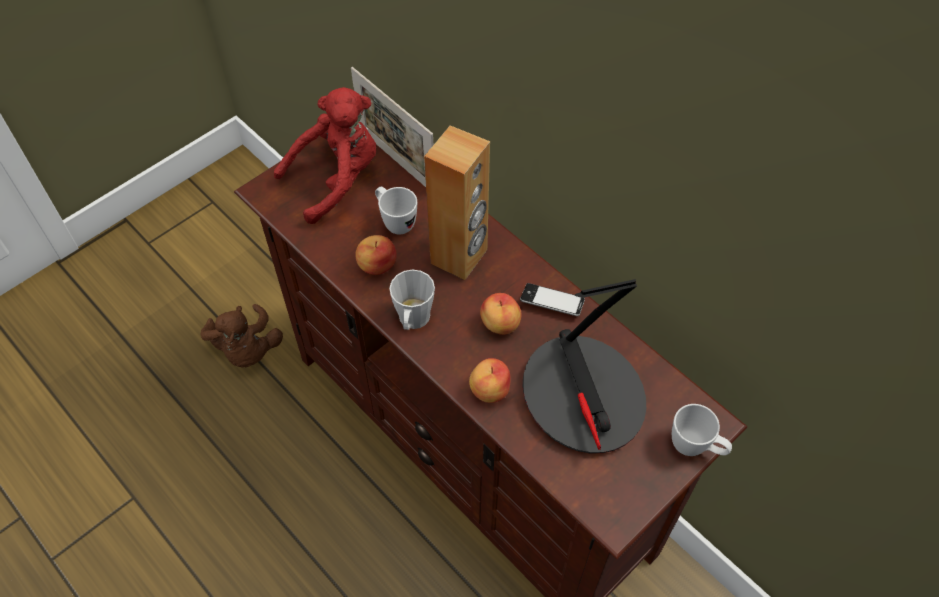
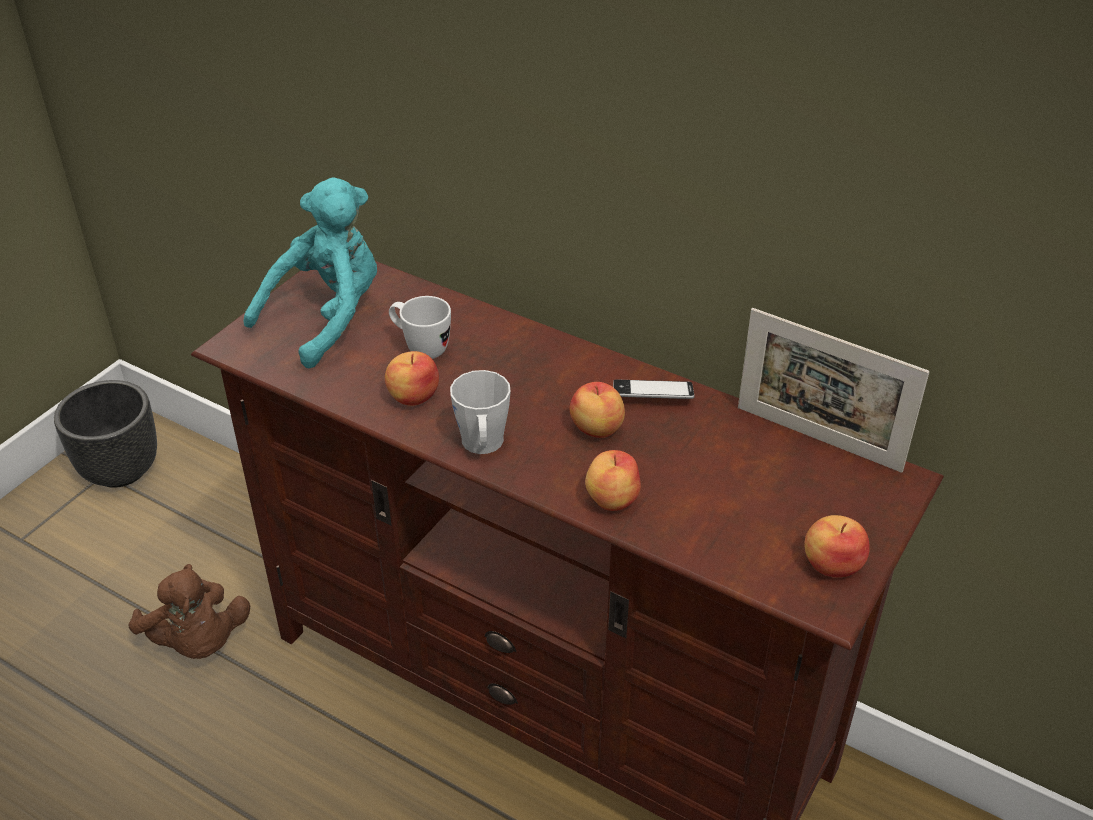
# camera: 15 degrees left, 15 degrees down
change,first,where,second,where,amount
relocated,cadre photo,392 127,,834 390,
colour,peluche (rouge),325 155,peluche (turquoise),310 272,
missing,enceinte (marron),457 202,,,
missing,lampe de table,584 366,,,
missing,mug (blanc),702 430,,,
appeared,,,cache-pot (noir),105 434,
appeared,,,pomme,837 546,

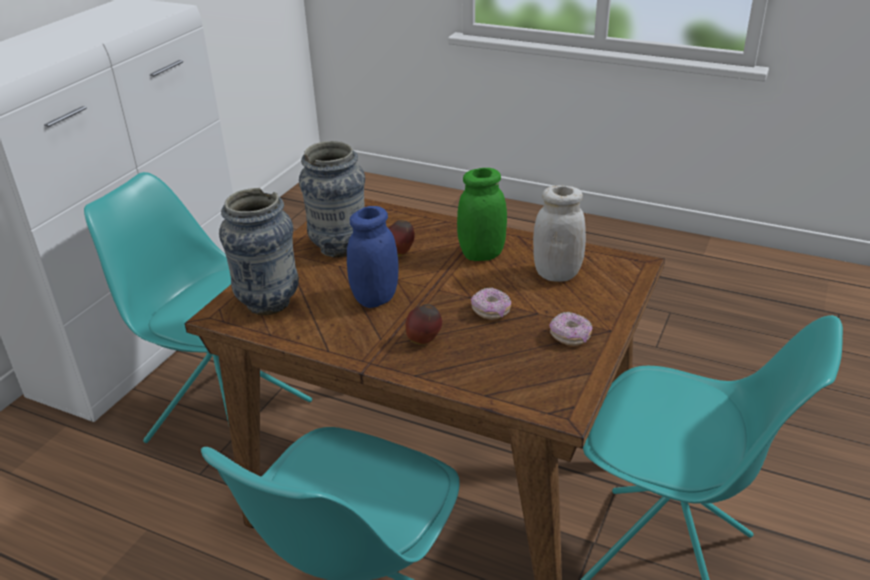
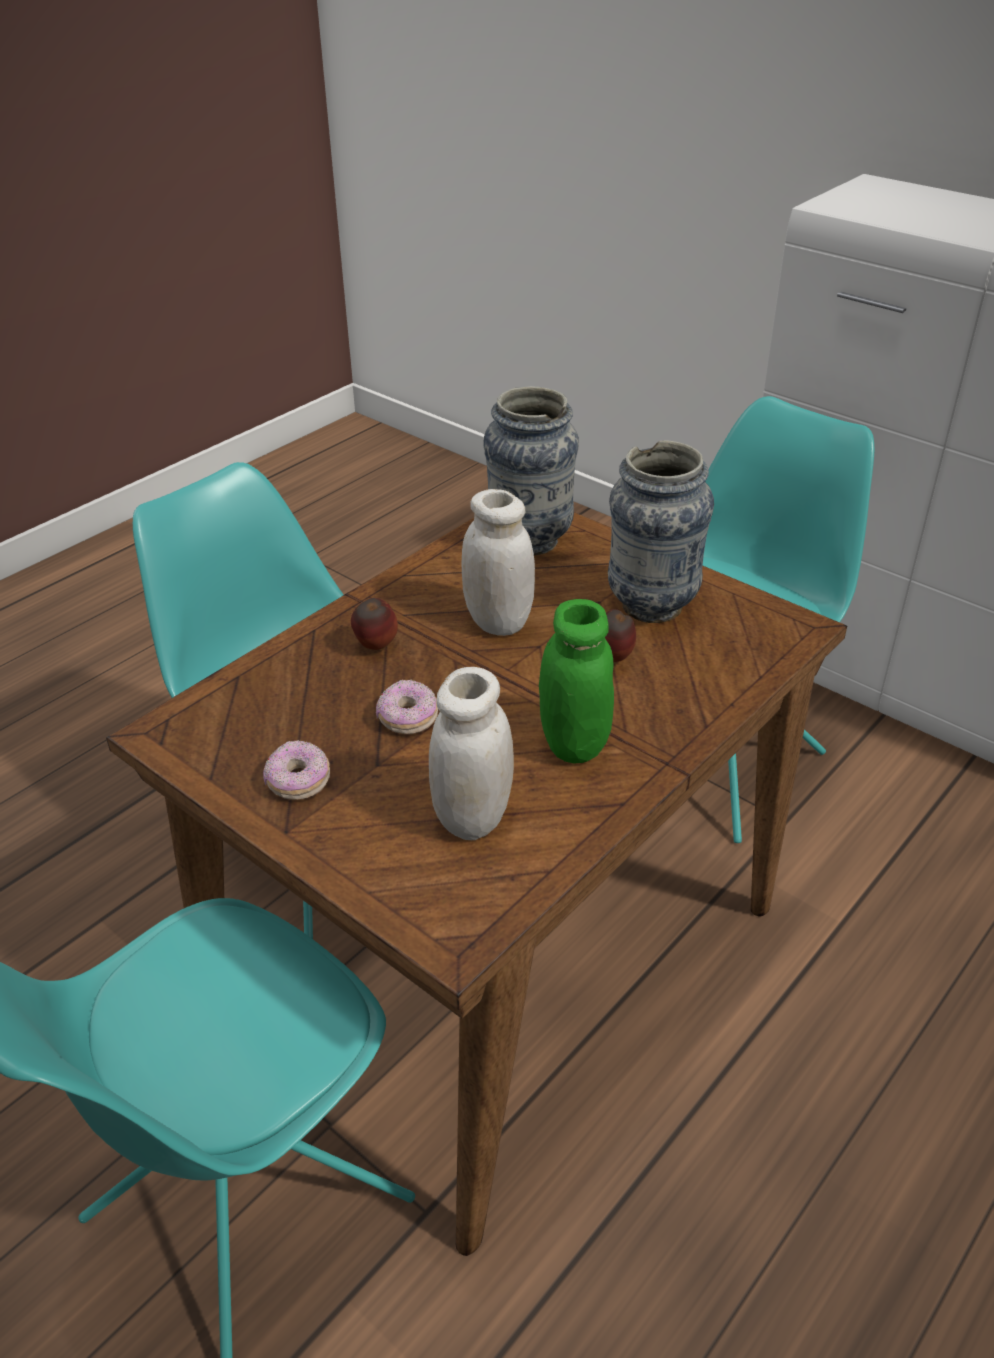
# camera: 105 degrees right, 5 degrees up
change,first,where,second,where,amount
colour,bocal (bleu),372 257,bocal (blanc),498 562,

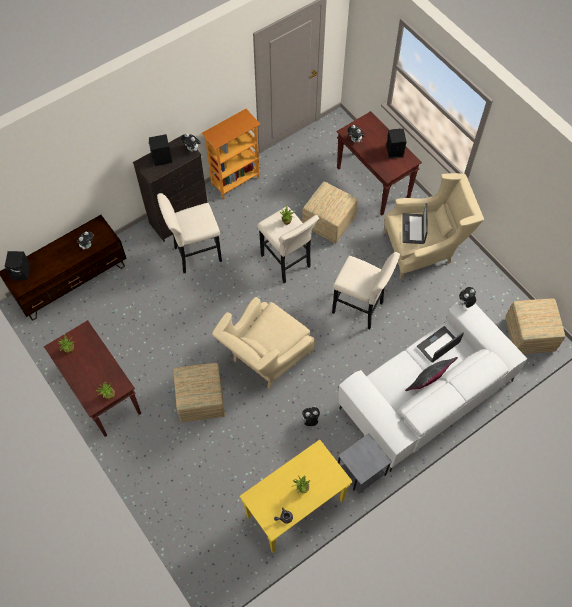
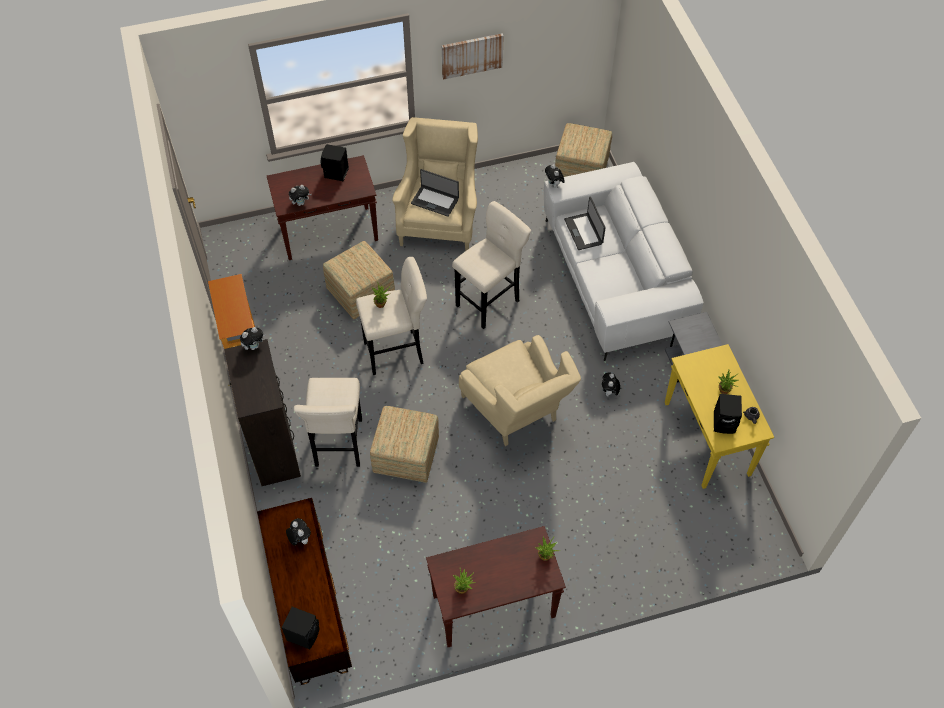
# camera: 70 degrees left, 5 degrees down
change,first,where,second,where,amount
relocated,enceinte (noir),160 150,,728 414,
missing,coussin (gris),431 374,,,
relocated,pouf,199 392,,404 444,
appeared,,,tableau,473 56,

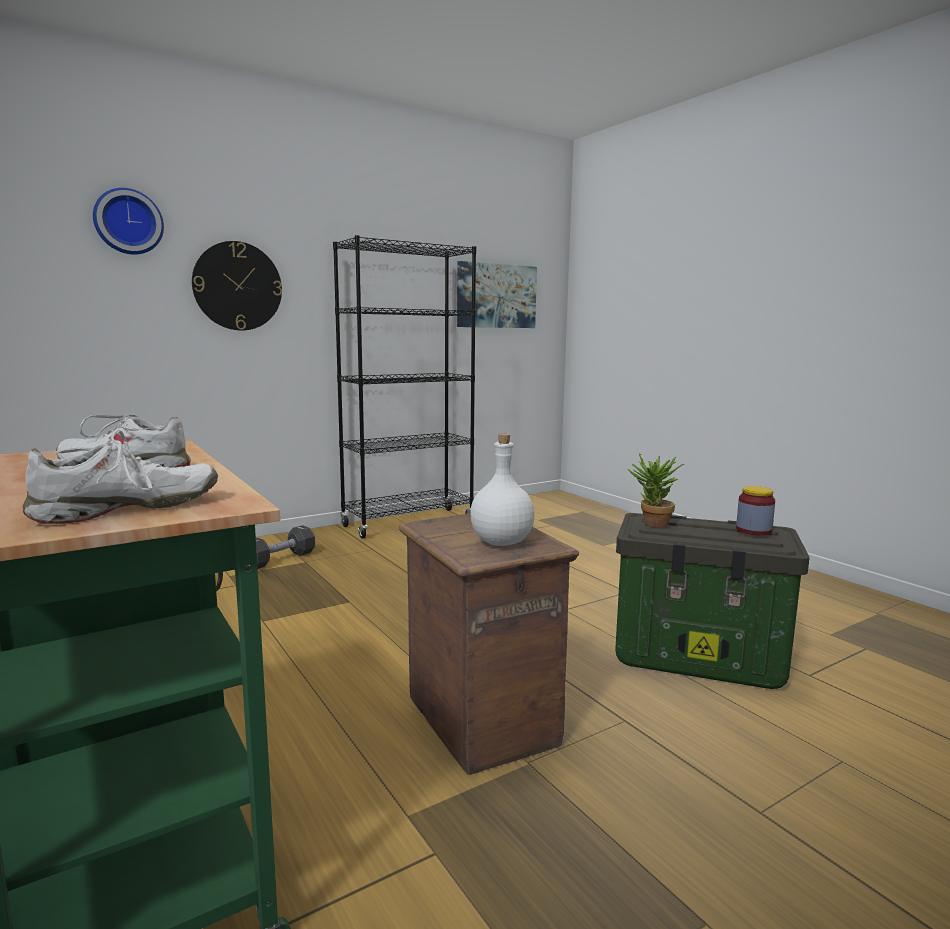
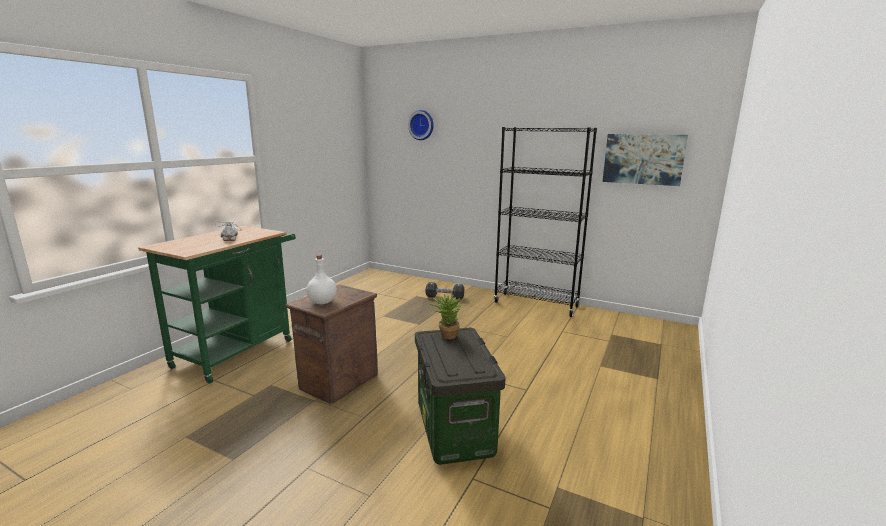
# camera: 60 degrees right, 5 degrees up
change,first,where,second,where,amount
missing,horloge murale,237 285,,,
missing,chaussure (blanc),120 477,,,
missing,bocal,755 510,,,

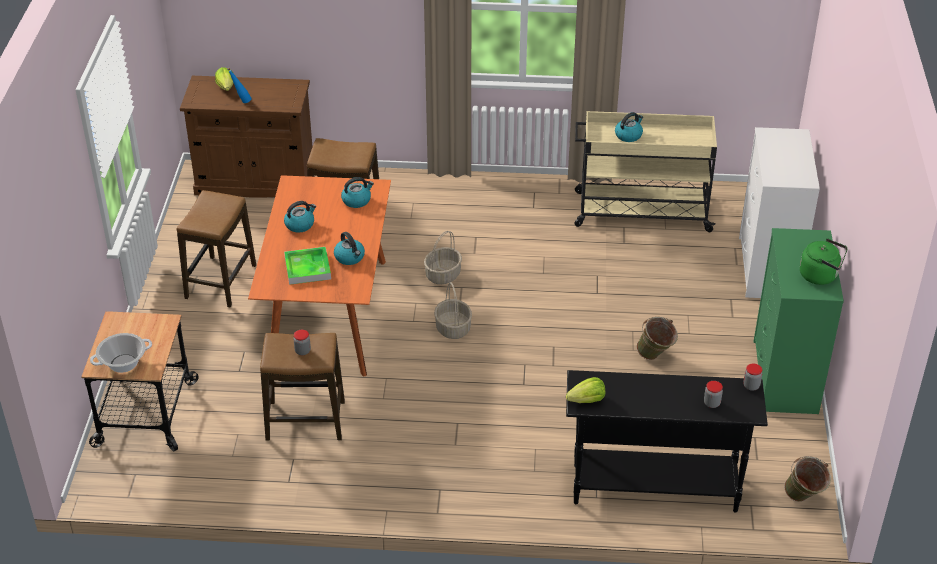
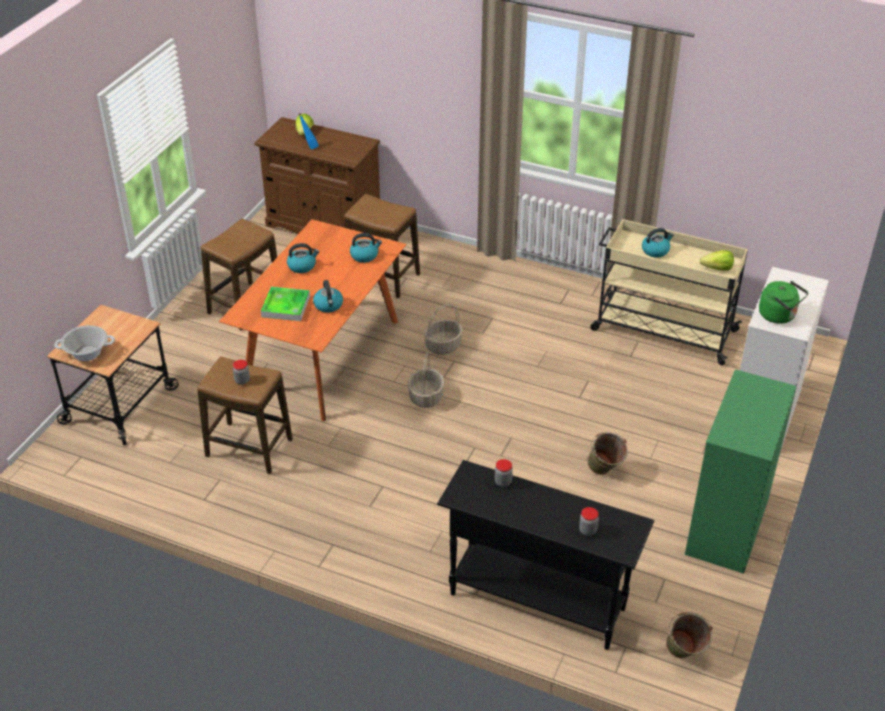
# camera: 20 degrees right, 0 degrees up
change,first,where,second,where,amount
relocated,bouilloire (vert),823 261,,783 302,
relocated,bocal,752 377,,504 473,
relocated,laitue,585 390,,717 260,

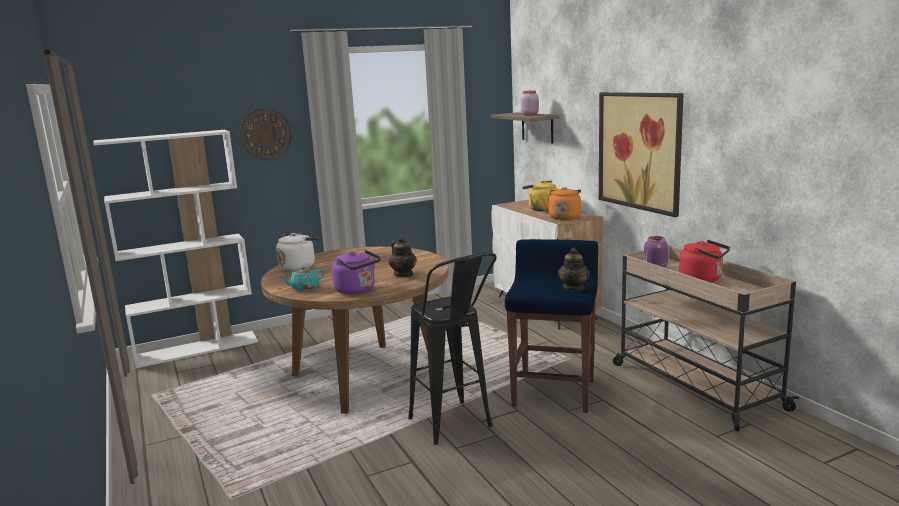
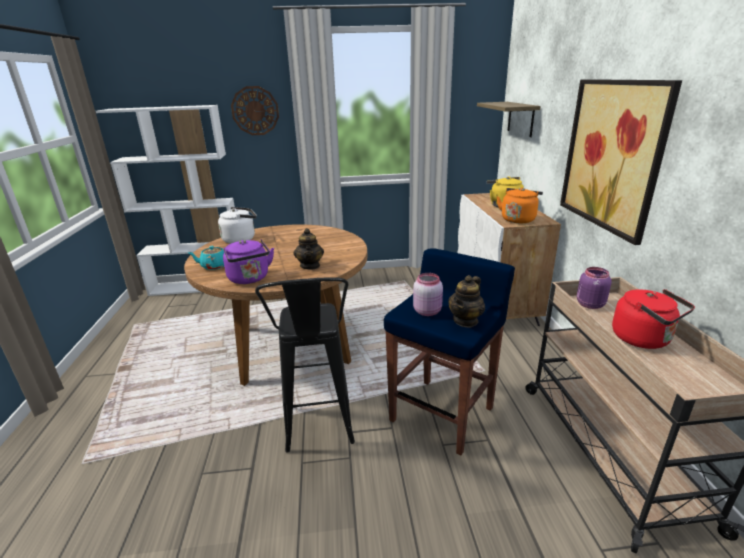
# camera: 20 degrees right, 10 degrees up
change,first,where,second,where,amount
relocated,bocal (rose),530 103,,428 294,

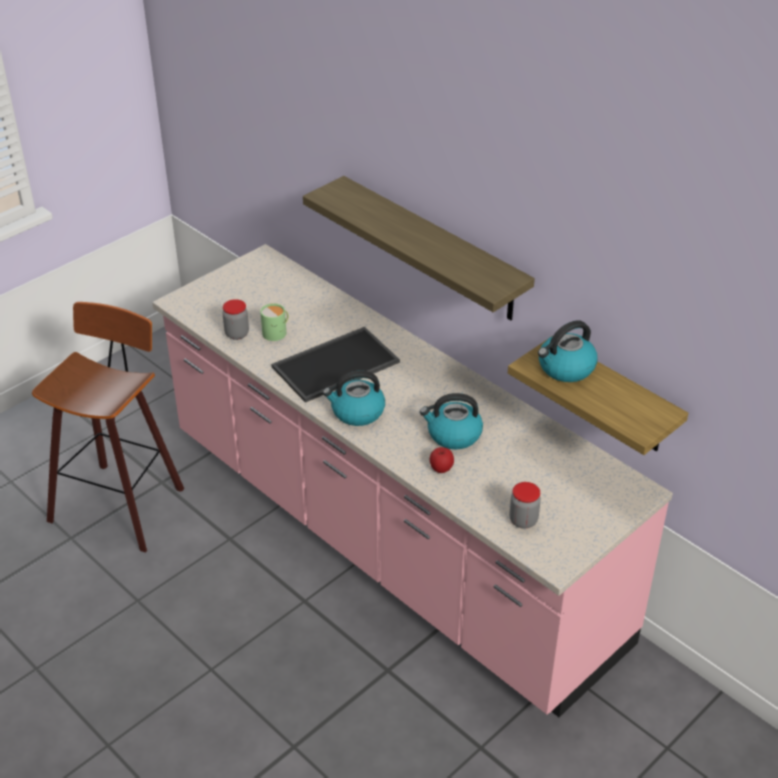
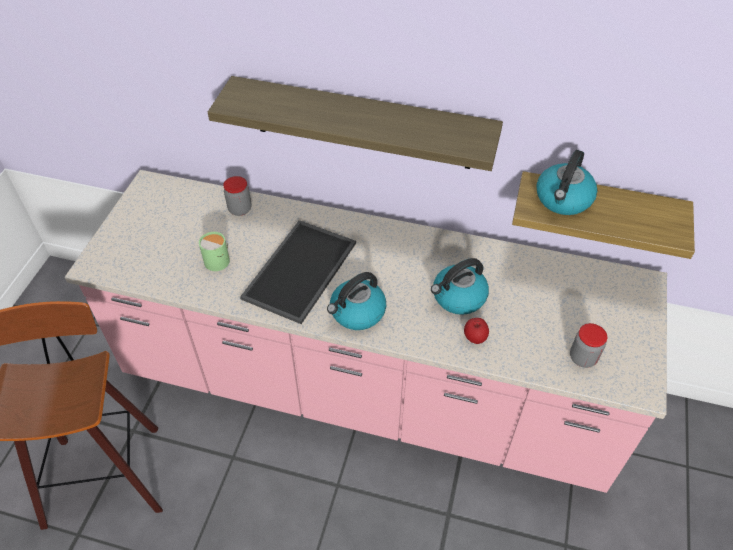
# camera: 30 degrees left, 10 degrees up
change,first,where,second,where,amount
relocated,bocal,236 319,,237 196,

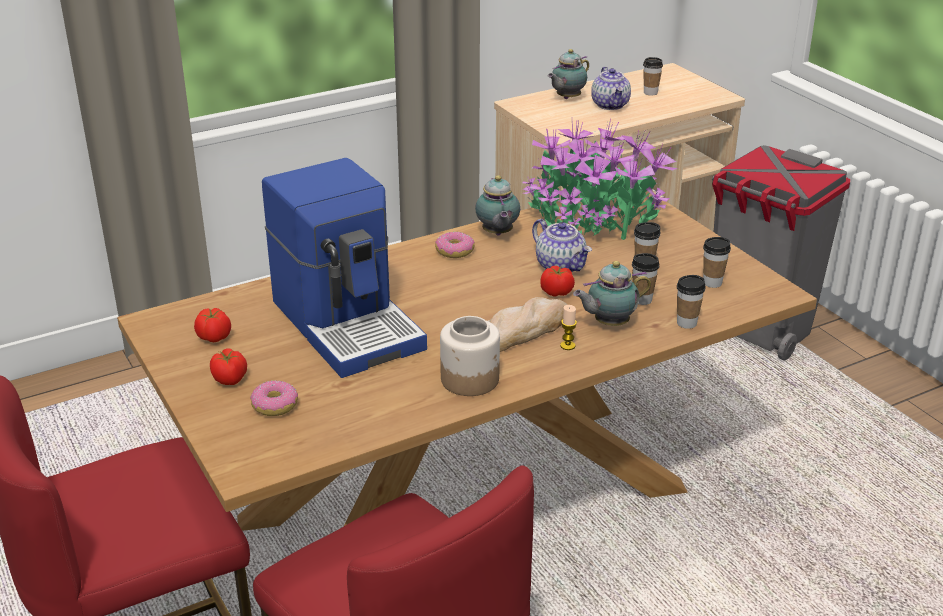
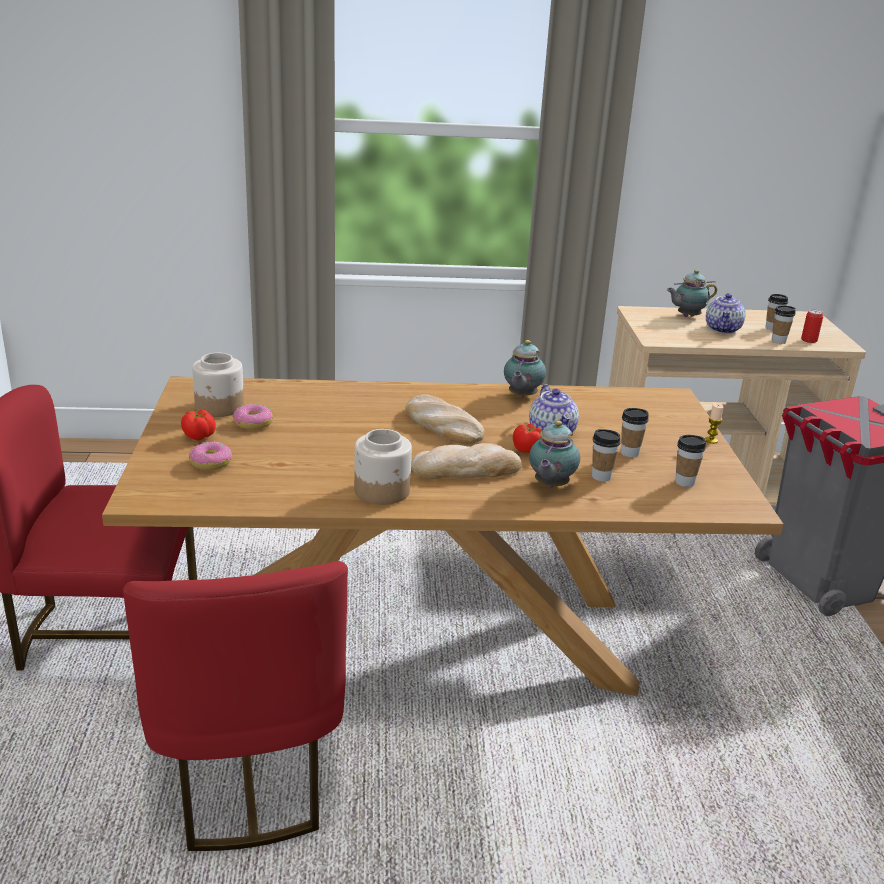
# camera: 25 degrees right, 5 degrees down
change,first,where,second,where,amount
missing,plante en pot,600 179,,,
missing,machine à café,344 268,,,
relocated,beignet,455 245,,253 417,
spun,théière,612 293,,554 454,75 degrees counterclockwise
relocated,tasse,691 302,,784 325,
relocated,bougie,568 327,,714 423,
exchanged,tomate,212 325,bocal,218 385,
appeared,,,boîte métallique,812 326,
appeared,,,pain,445 419,

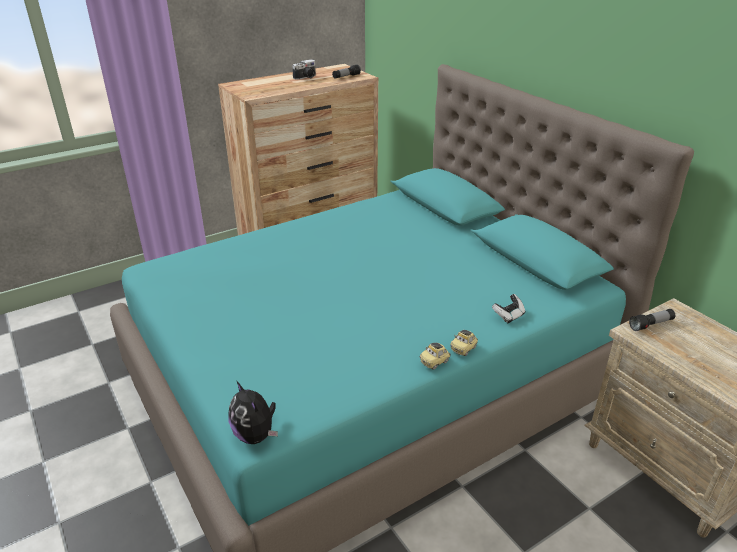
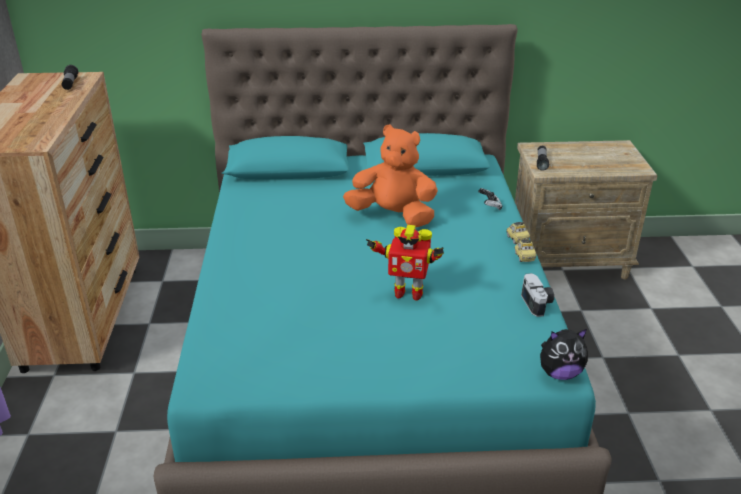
# camera: 60 degrees left, 0 degrees up
change,first,where,second,where,amount
relocated,appareil photo,304 69,,537 295,
appeared,,,peluche (orange),390 176,
appeared,,,robot jouet,405 263,

